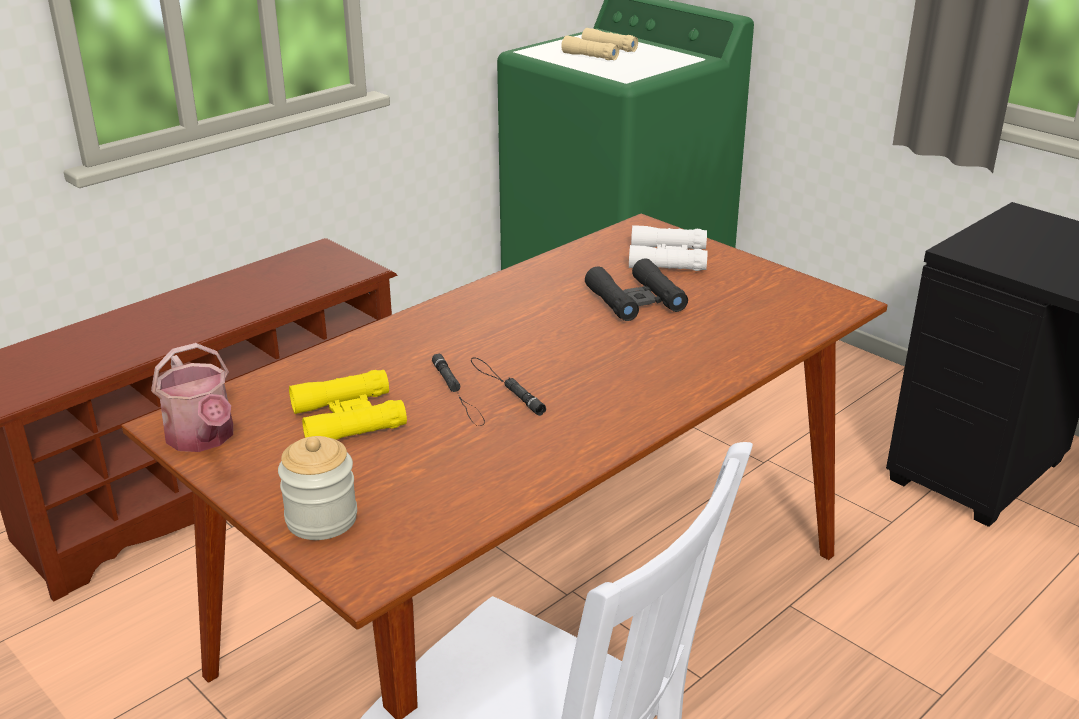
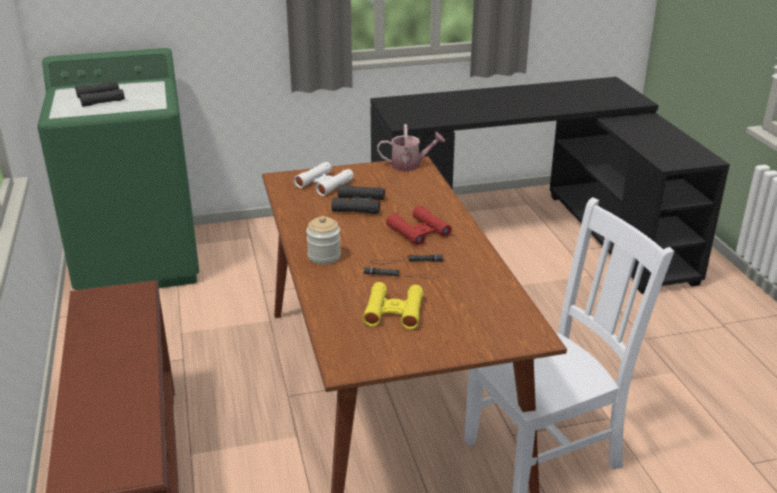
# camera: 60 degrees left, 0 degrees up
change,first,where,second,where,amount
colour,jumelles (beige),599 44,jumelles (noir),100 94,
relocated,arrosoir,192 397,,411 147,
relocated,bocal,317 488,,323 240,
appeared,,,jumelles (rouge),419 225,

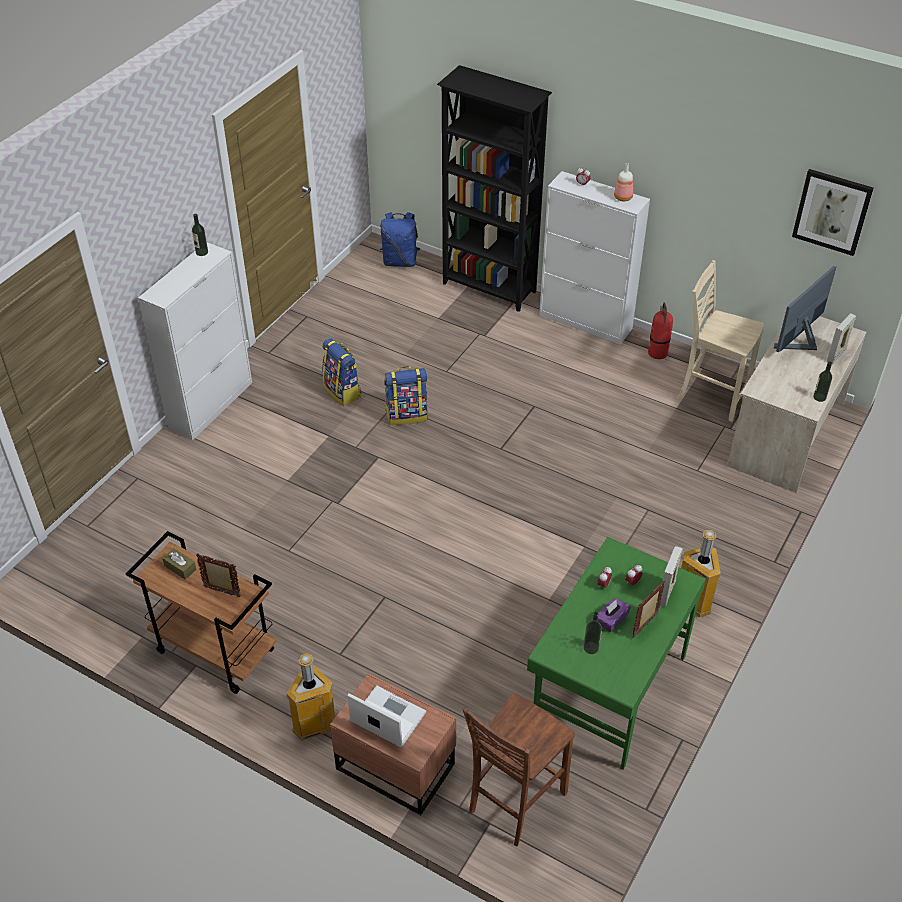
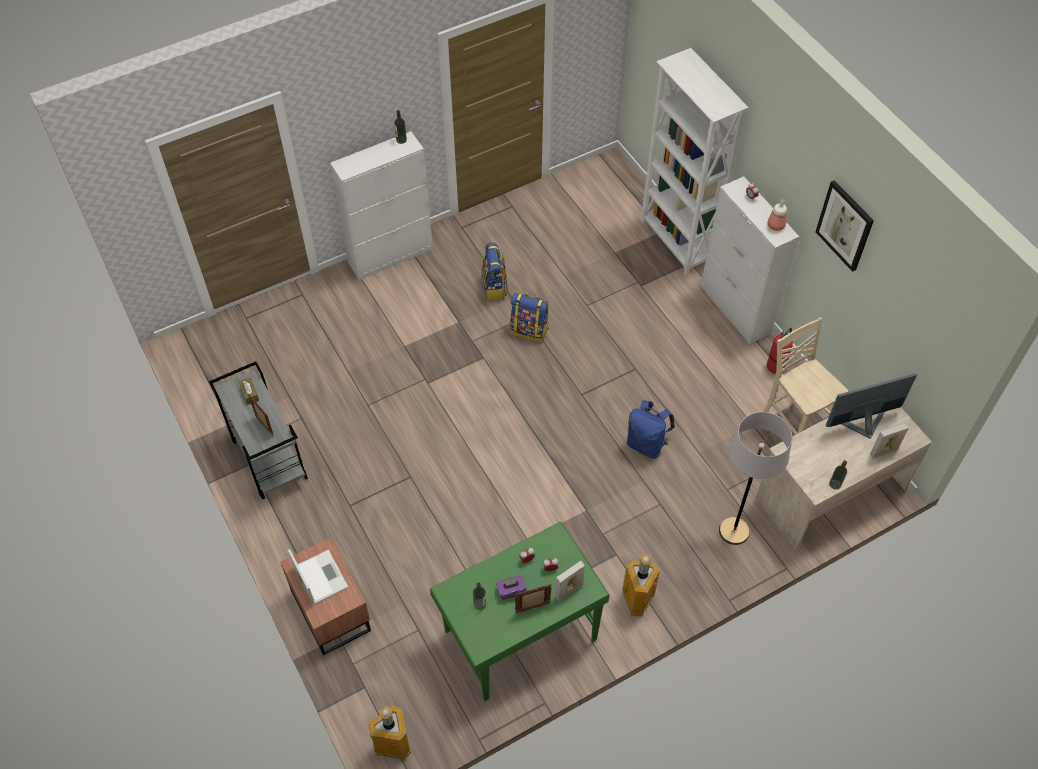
# camera: 30 degrees right, 10 degrees up
change,first,where,second,where,amount
colour,bibliothèque (noir),494 188,bibliothèque (blanc),695 161,
relocated,tableau,833 212,,845 226,
relocated,sac à dos (bleu),400 239,,651 429,
colour,chariot (marron),201 612,chariot (gris),258 430,
relocated,poubelle,310 697,,389 733,
missing,chaise (marron),518 769,,,
appeared,,,lampadaire (gris),755 478,

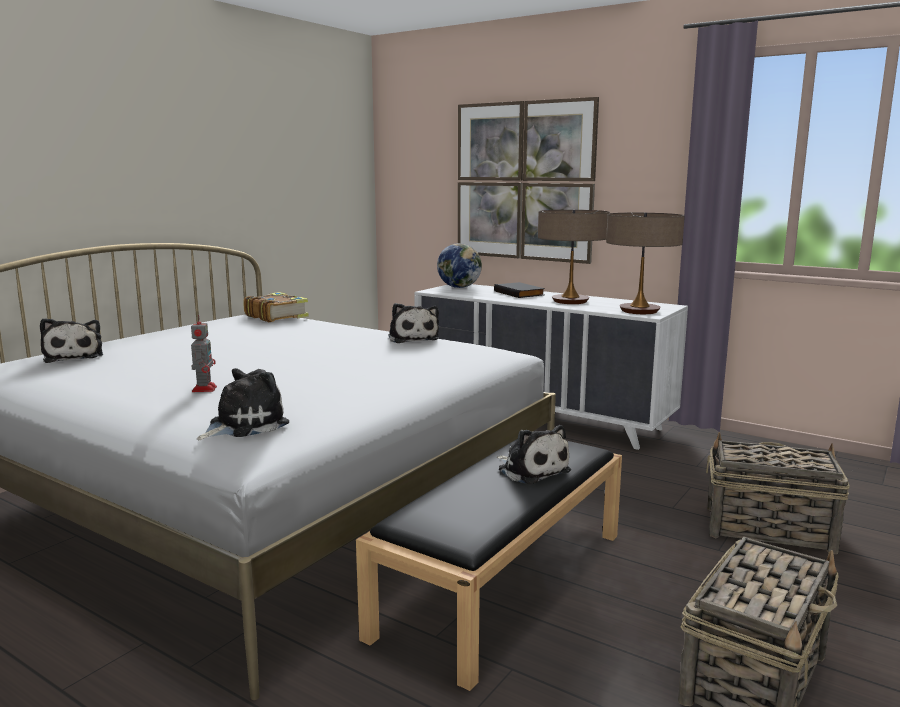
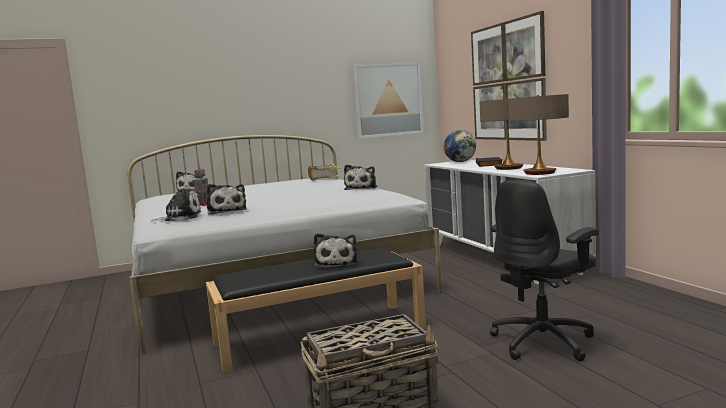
# camera: 35 degrees right, 5 degrees down
change,first,where,second,where,amount
exchanged,panier,778 493,chaise de bureau (noir),544 270,
appeared,,,tableau,388 100,
appeared,,,peluche,227 199,

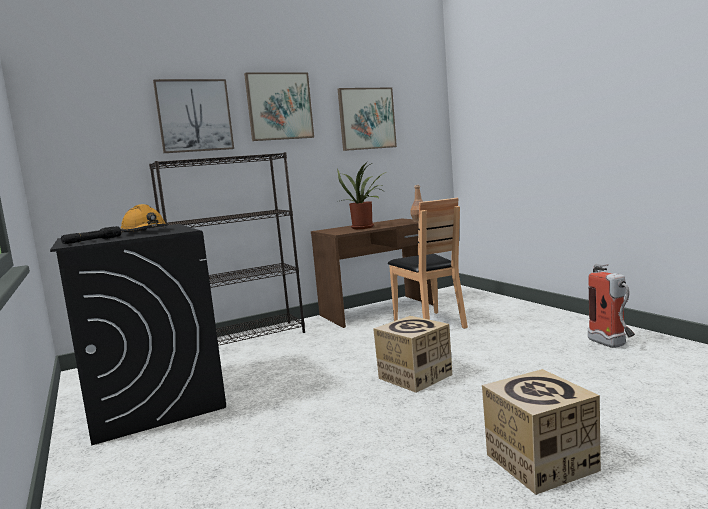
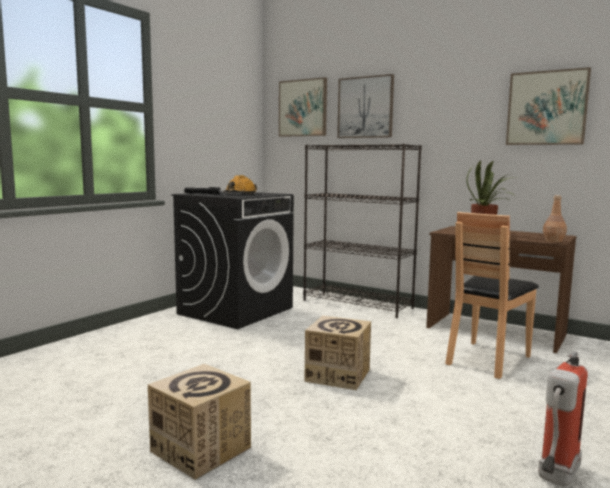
# camera: 60 degrees right, 0 degrees up
change,first,where,second,where,amount
relocated,tableau,279 106,,303 107,

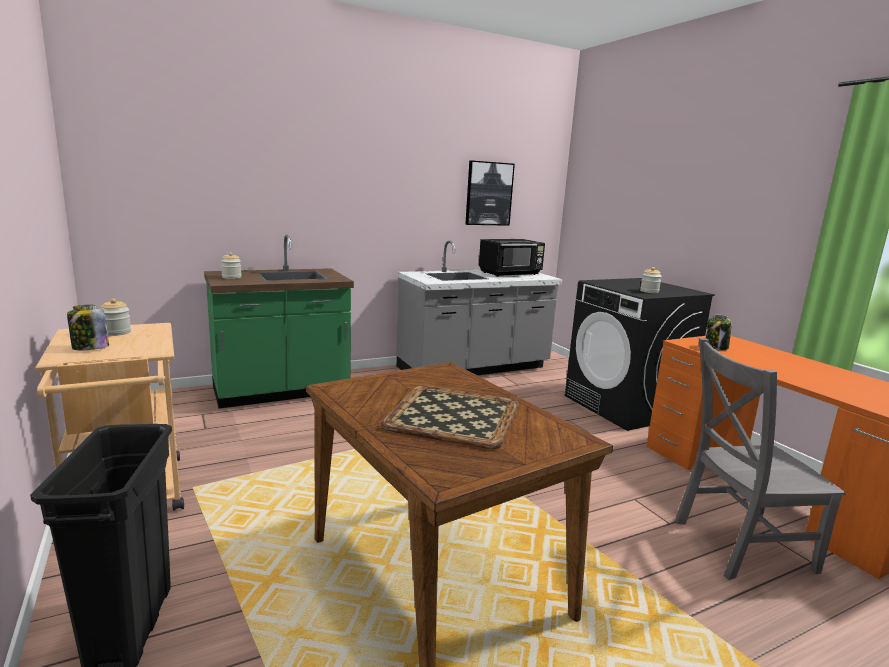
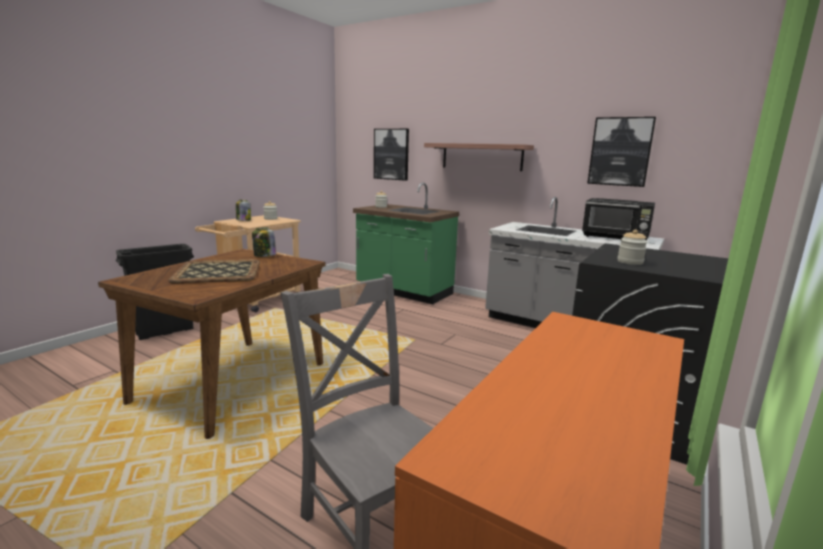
# camera: 60 degrees right, 0 degrees up
change,first,where,second,where,amount
relocated,bocal,719 332,,264 242,
appeared,,,tableau,391 155,
appeared,,,étagère,479 157,

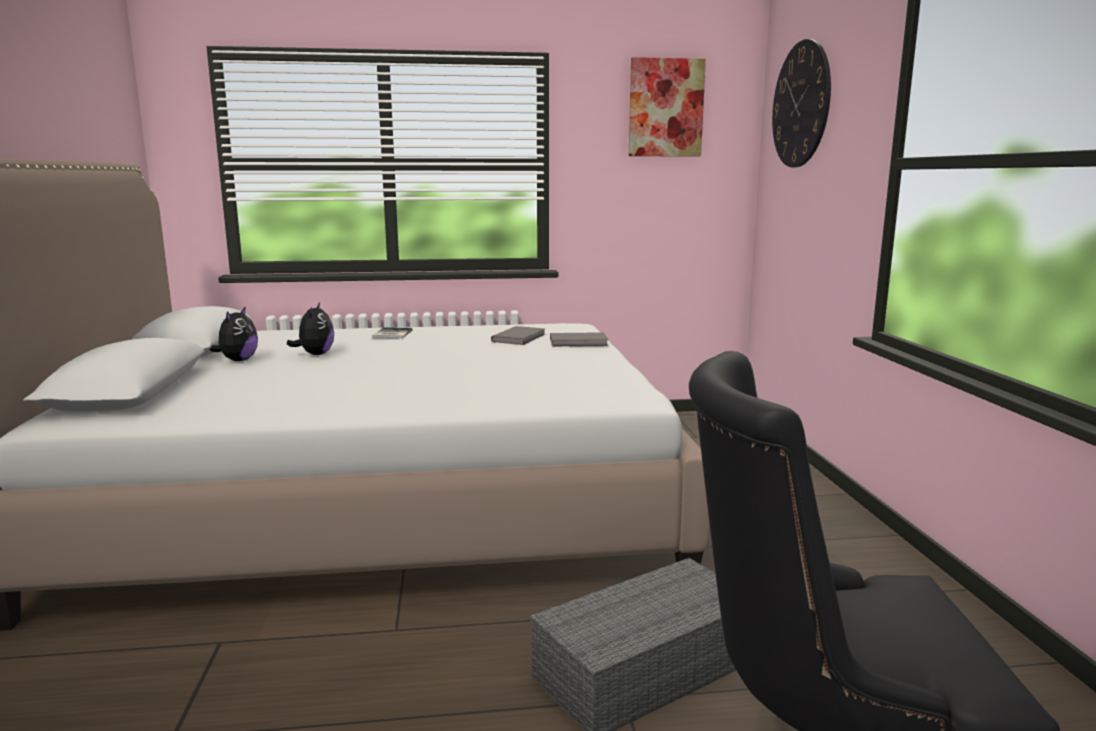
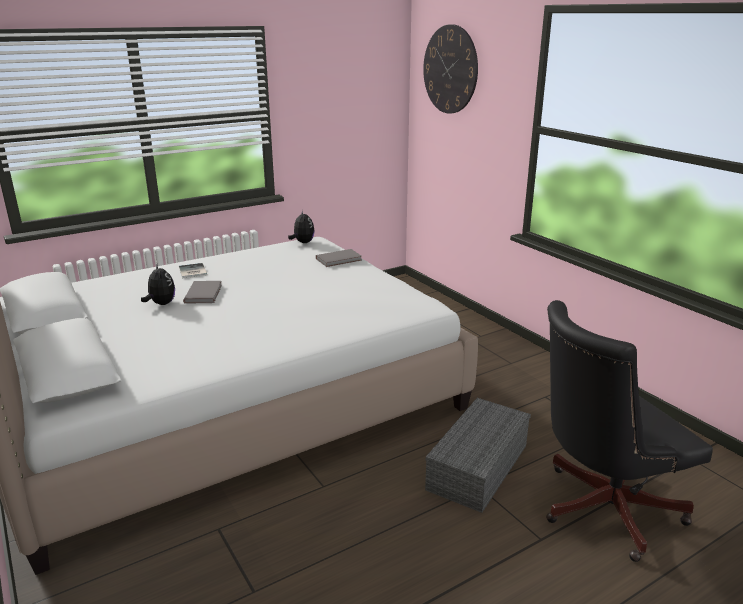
# camera: 25 degrees left, 10 degrees up
change,first,where,second,where,amount
missing,tableau,667 107,,,
relocated,peluche,233 333,,301 226,
relocated,livre (gris),518 335,,202 292,

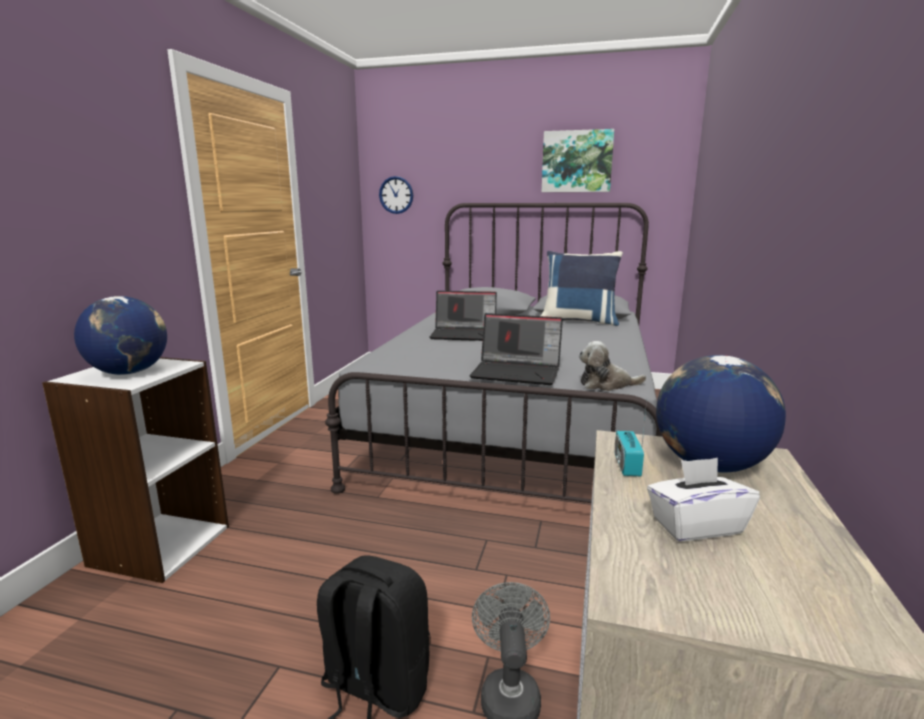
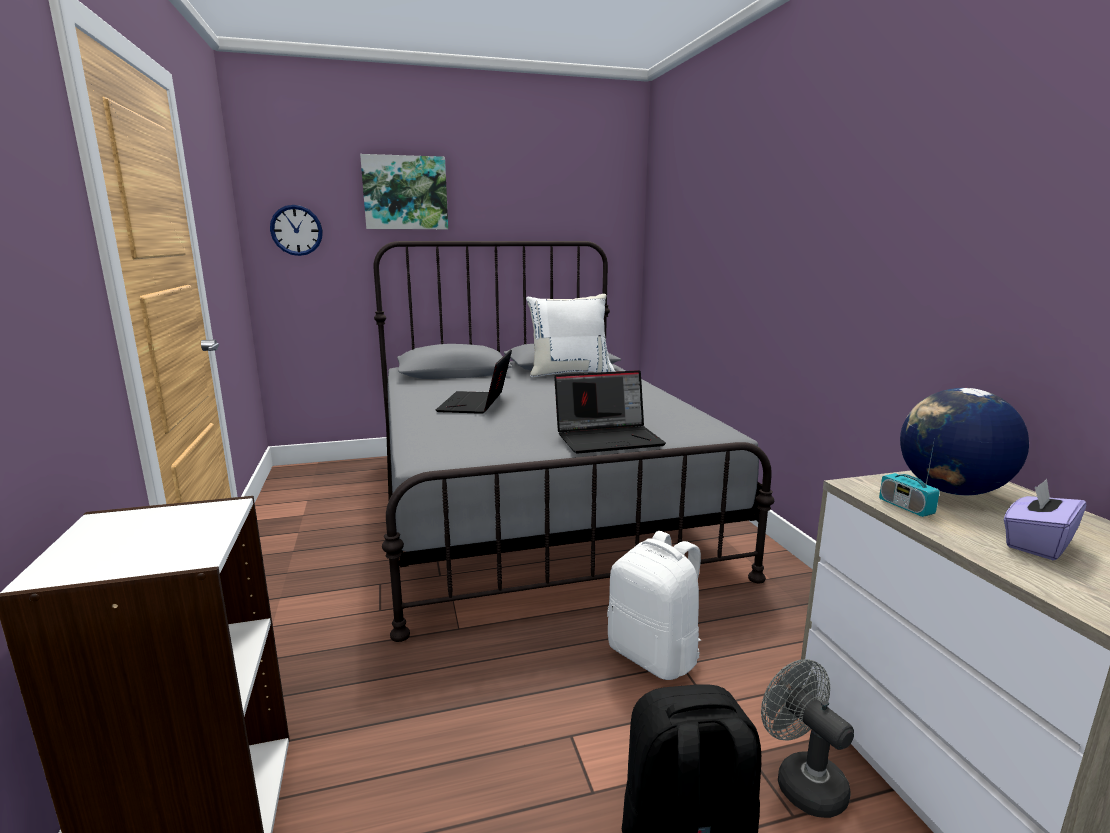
# camera: 30 degrees left, 0 degrees up
change,first,where,second,where,amount
relocated,tableau,578 160,,404 191,
colour,coussin (bleu),582 288,coussin (blanc),570 336,
spun,ordinateur portable,463 316,,474 382,120 degrees clockwise
missing,globe,120 335,,,
missing,peluche,612 366,,,
colour,boîte à mouchoirs (blanc),703 499,boîte à mouchoirs (violet),1045 519,
appeared,,,sac à dos (blanc),654 605,

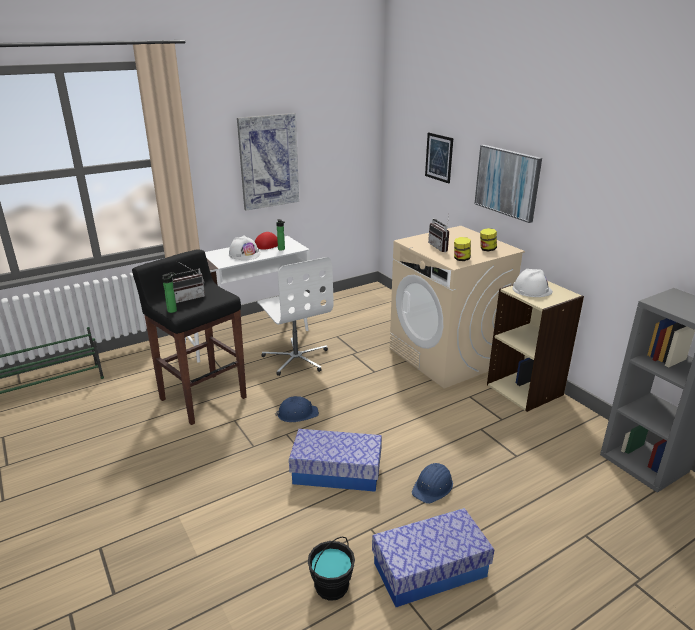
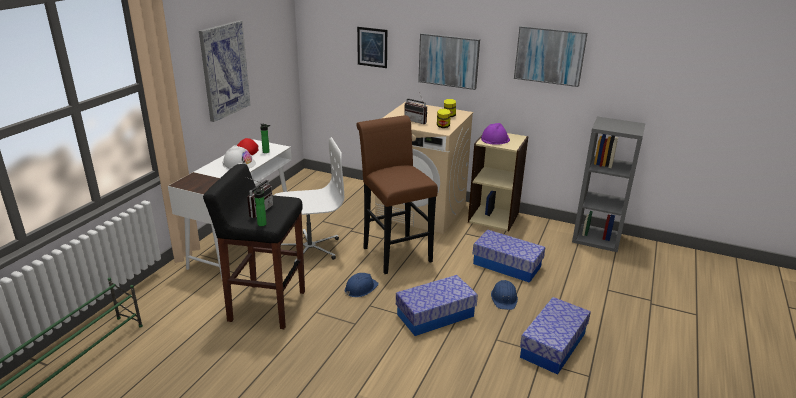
# camera: 35 degrees left, 0 degrees up
change,first,where,second,where,amount
spun,chaise de bureau (blanc),295 316,,309 200,45 degrees counterclockwise
colour,casque de chantier (blanc),532 283,casque de chantier (violet),495 134,
missing,seau (noir),331 569,,,
appeared,,,tableau,551 56,
appeared,,,tabouret (marron),397 194,
appeared,,,boîte de rangement,509 256,

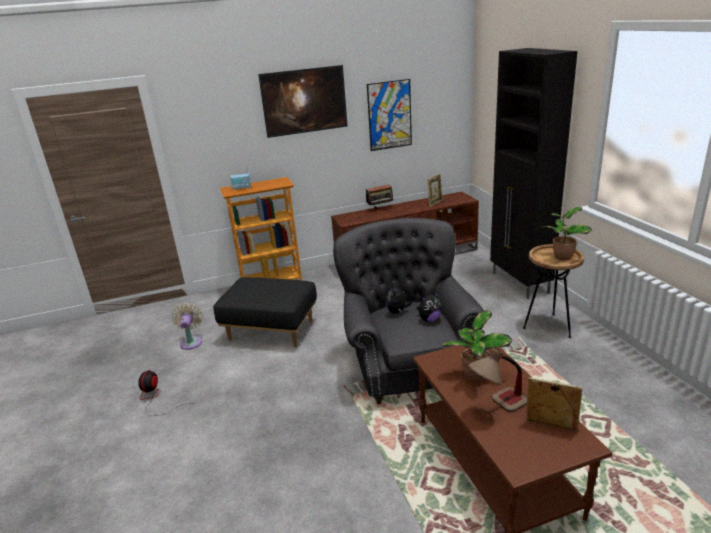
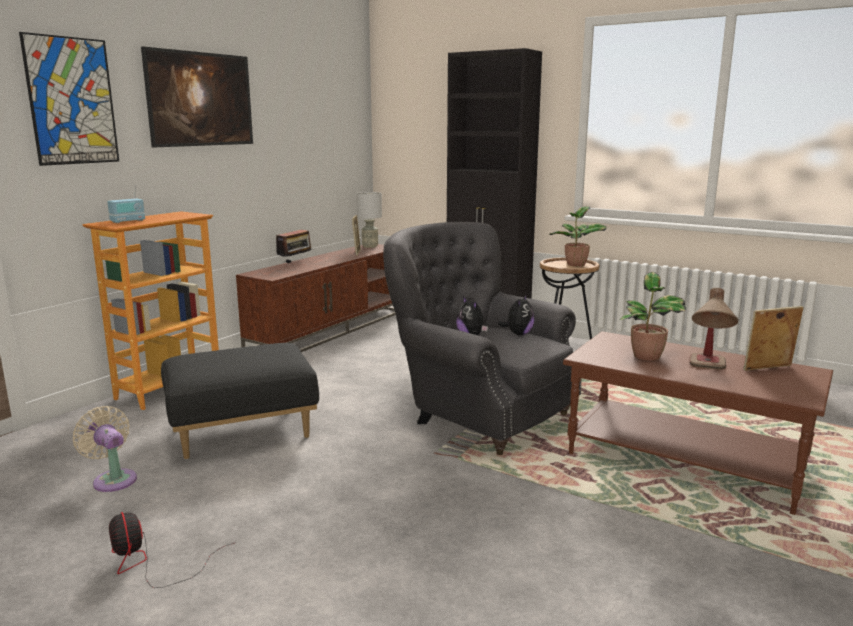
# camera: 40 degrees left, 10 degrees down
change,first,where,second,where,amount
relocated,tableau,389 115,,69 99,
appeared,,,lampe de table (gris),369 220,

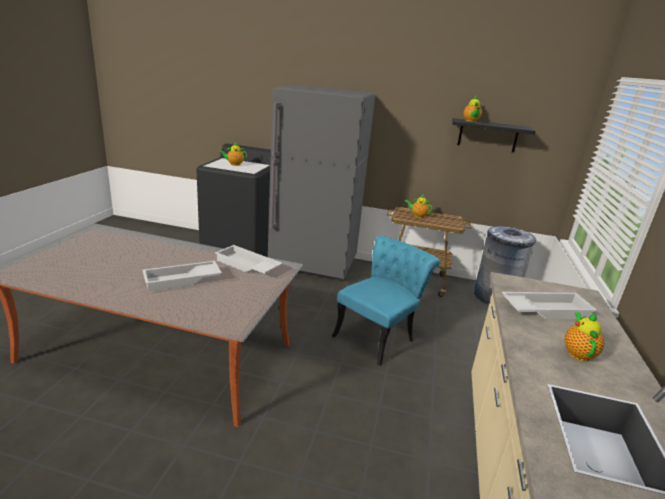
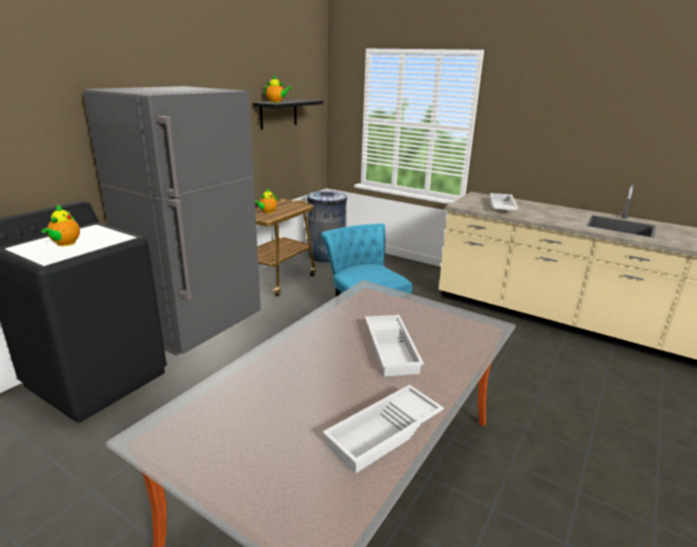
# camera: 70 degrees left, 0 degrees up
change,first,where,second,where,amount
relocated,plateau (blanc),249 259,,383 429,
missing,théière,584 336,,,

